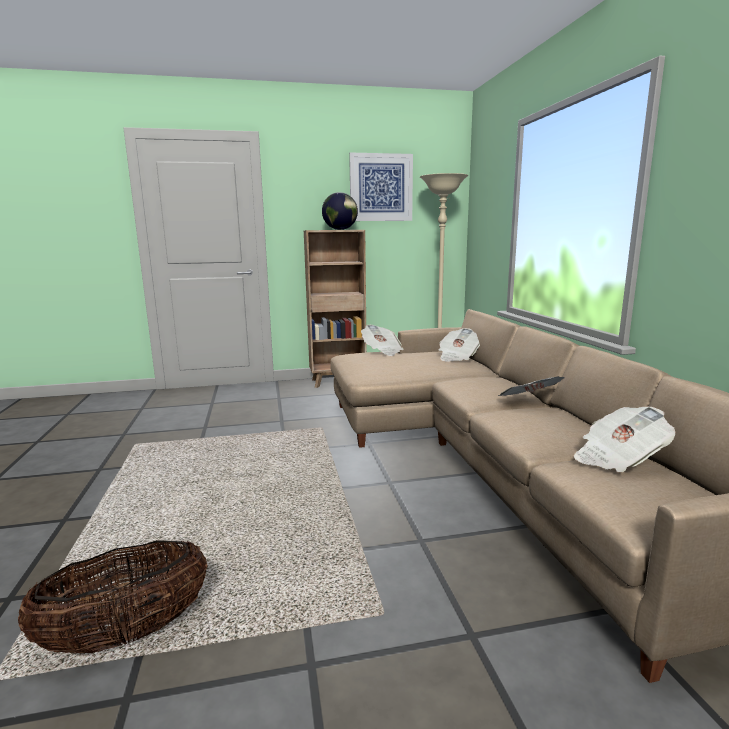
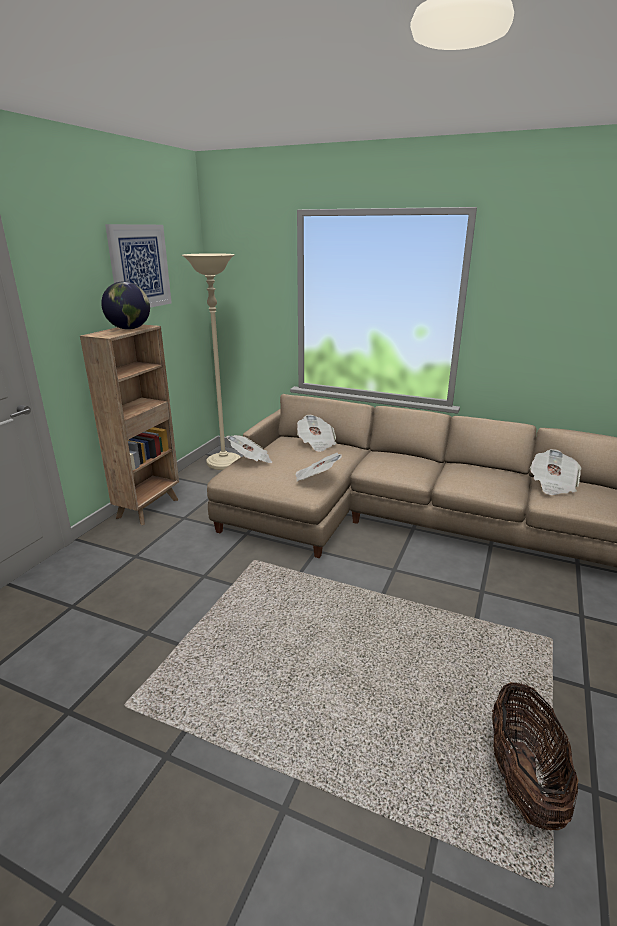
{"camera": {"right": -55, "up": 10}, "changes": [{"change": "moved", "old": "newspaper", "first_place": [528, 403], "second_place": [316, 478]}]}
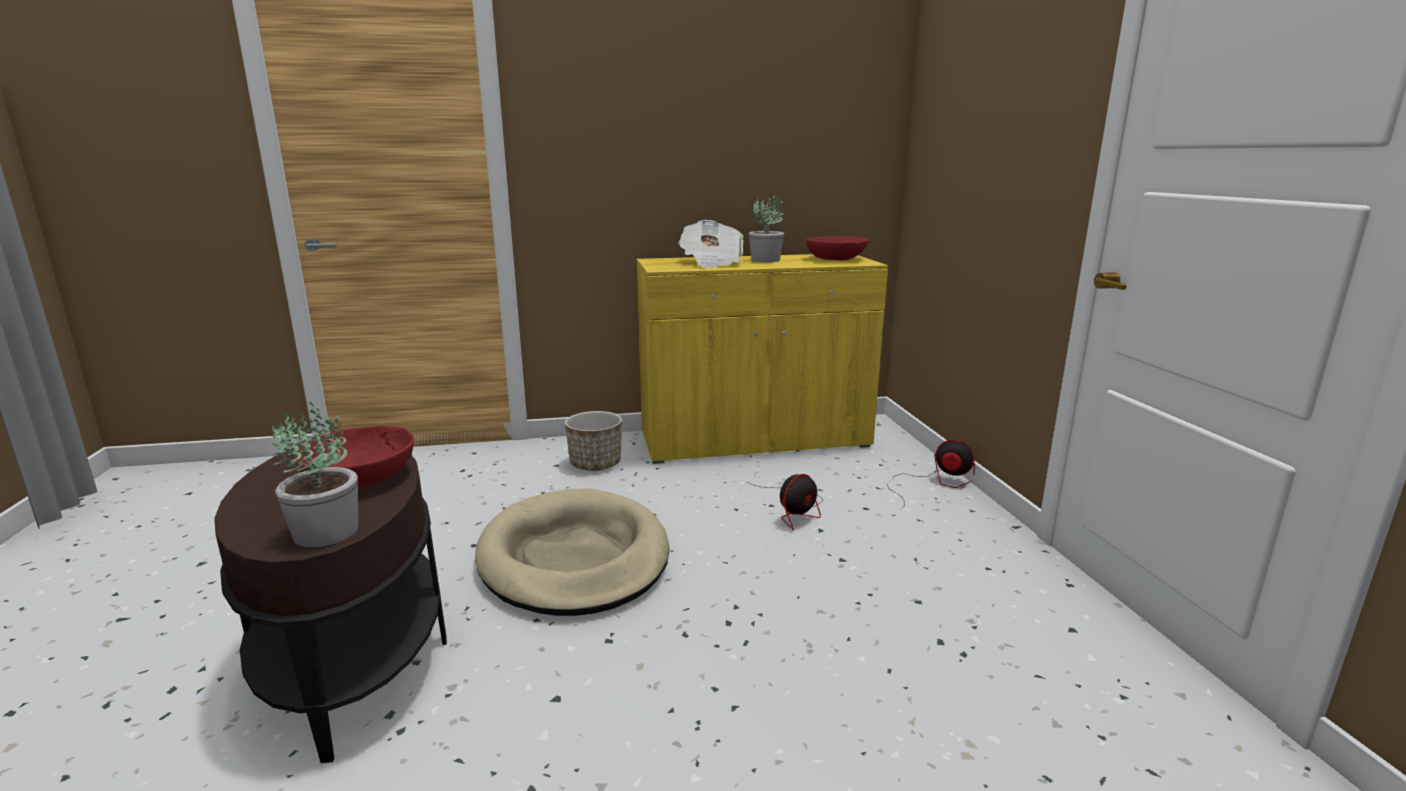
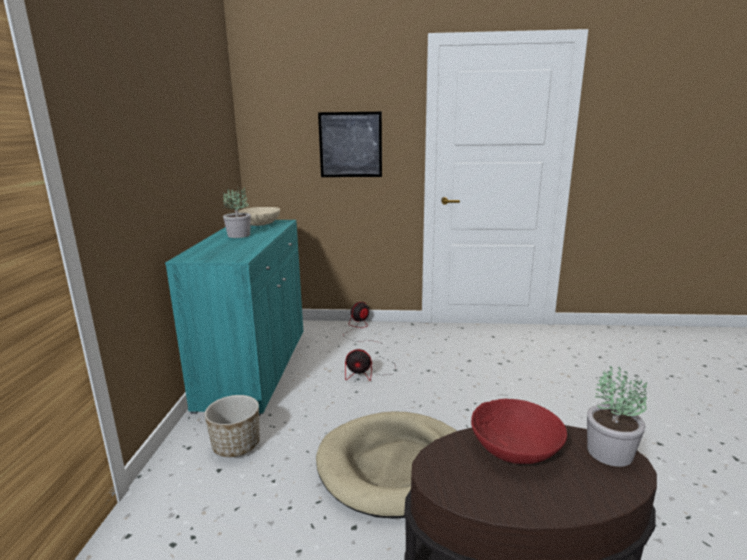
{"camera": {"right": -75, "up": 0}, "changes": [{"change": "recoloured", "old": "cabinet (yellow-coloured)", "new": "cabinet (blue-green)", "first_place": [754, 440], "second_place": [255, 367]}, {"change": "recoloured", "old": "bowl (reddish)", "new": "bowl (beige)", "first_place": [836, 259], "second_place": [259, 224]}, {"change": "added", "new": "picture", "second_place": [350, 145]}, {"change": "turned", "old": "cooling fan", "first_place": [795, 510], "second_place": [368, 372], "degrees": 120}, {"change": "removed", "old": "newspaper", "first_place": [711, 263]}]}
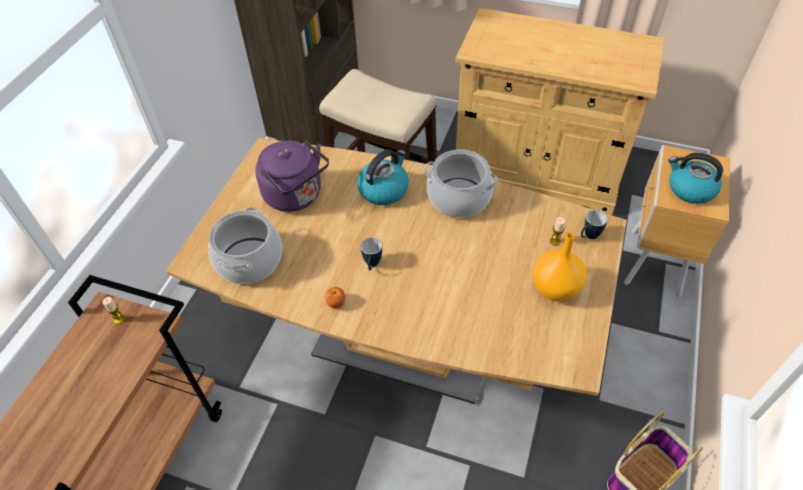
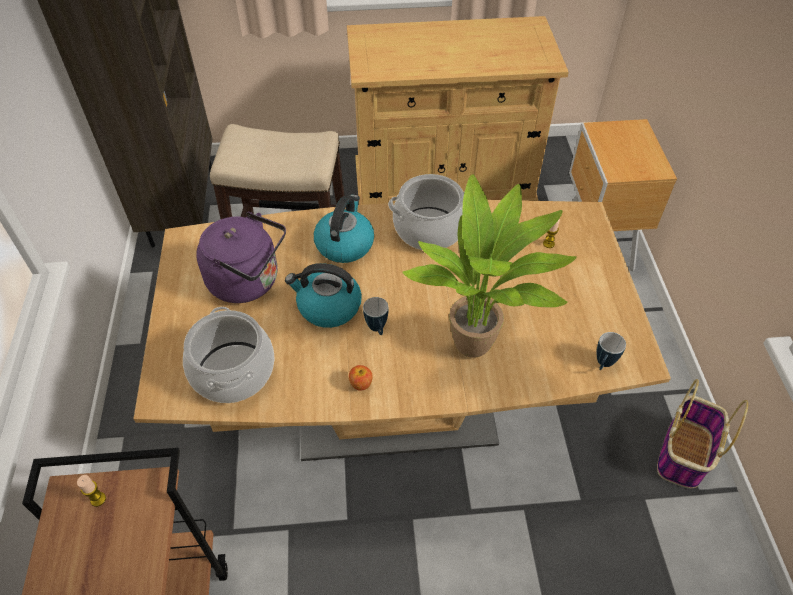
{"camera": {"right": -25, "up": 0}, "changes": [{"change": "moved", "old": "tea kettle", "first_place": [690, 189], "second_place": [328, 307]}, {"change": "added", "new": "plant in a pot", "second_place": [478, 347]}, {"change": "moved", "old": "tea mug", "first_place": [588, 236], "second_place": [603, 365]}, {"change": "removed", "old": "flower vase (orange)", "first_place": [554, 289]}]}
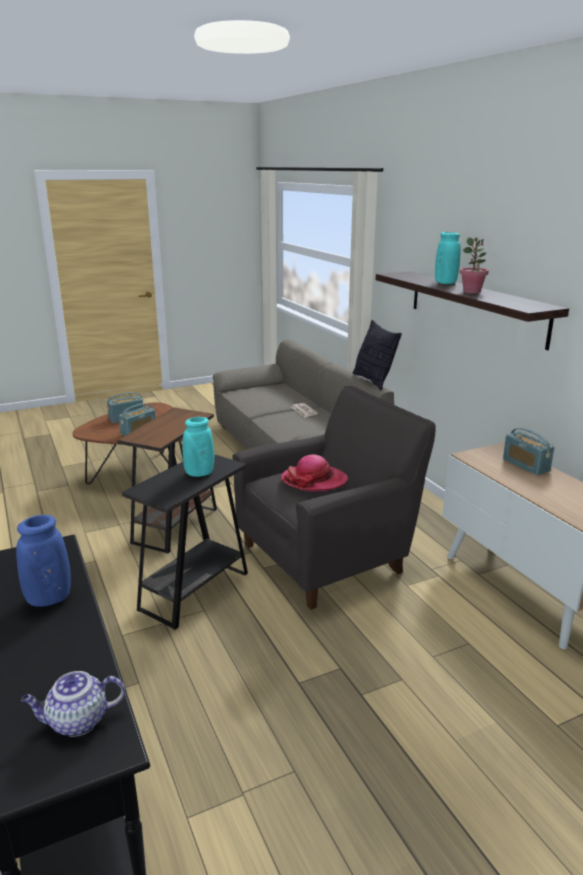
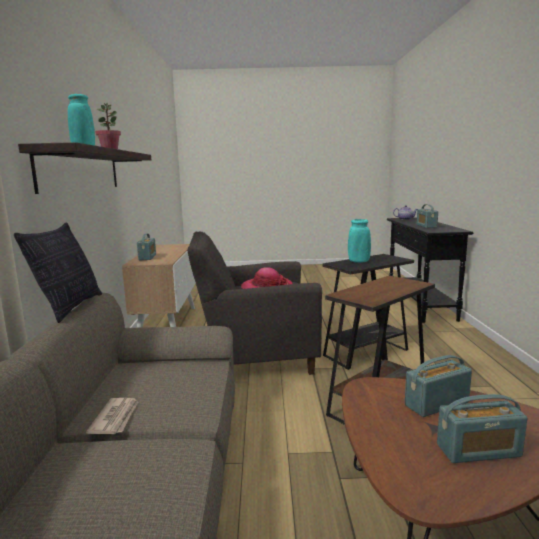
{"camera": {"right": -155, "up": -10}, "changes": [{"change": "replaced", "old": "flower vase (bluish)", "new": "radio", "first_place": [49, 598], "second_place": [426, 226]}]}
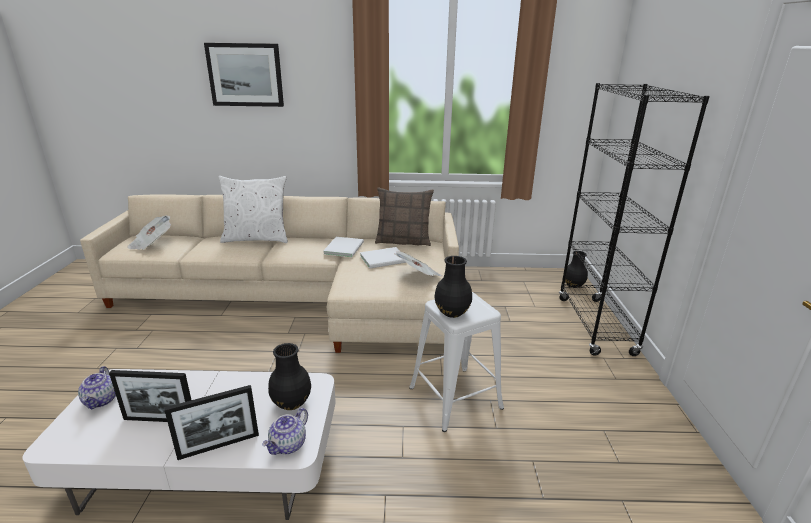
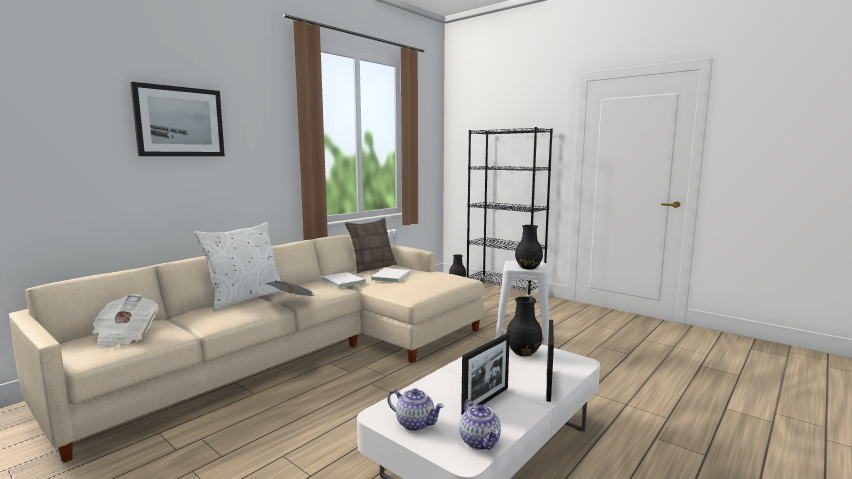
{"camera": {"right": -50, "up": -15}, "changes": [{"change": "moved", "old": "newspaper", "first_place": [418, 276], "second_place": [293, 301]}, {"change": "moved", "old": "pot for tea", "first_place": [288, 445], "second_place": [480, 442]}]}
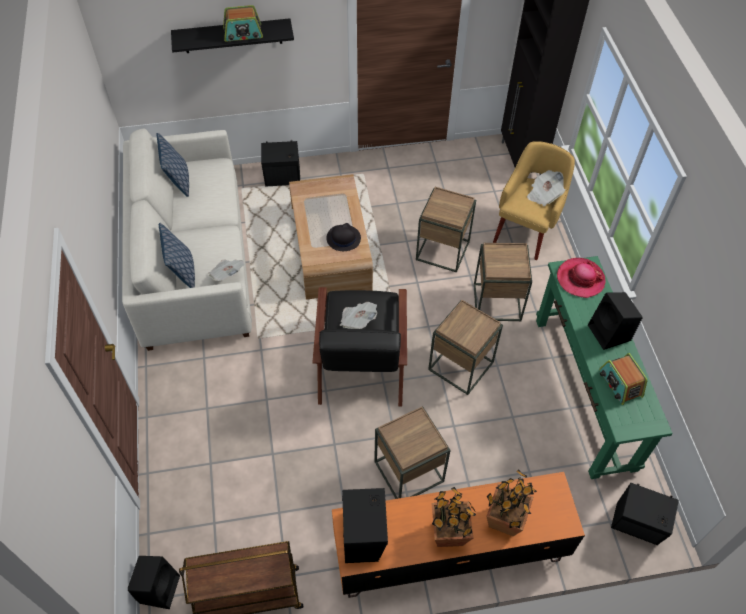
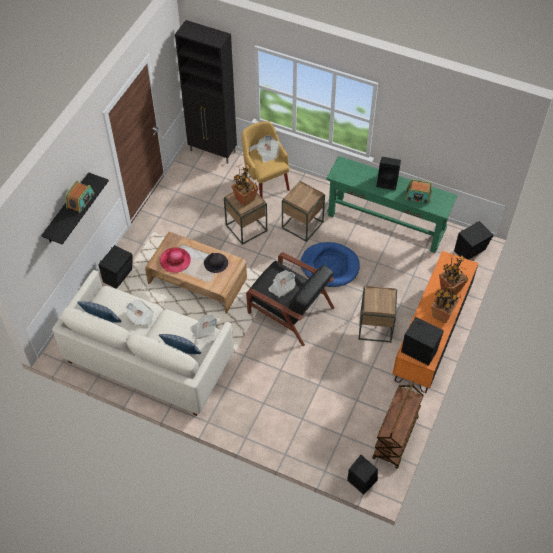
{"camera": {"right": -55, "up": 0}, "changes": [{"change": "added", "new": "newspaper", "second_place": [141, 317]}, {"change": "moved", "old": "wearable hat", "first_place": [580, 279], "second_place": [175, 261]}, {"change": "added", "new": "plant in a pot", "second_place": [245, 199]}, {"change": "replaced", "old": "side table (brown)", "new": "dog cushion (bluish)", "first_place": [461, 365], "second_place": [330, 266]}]}
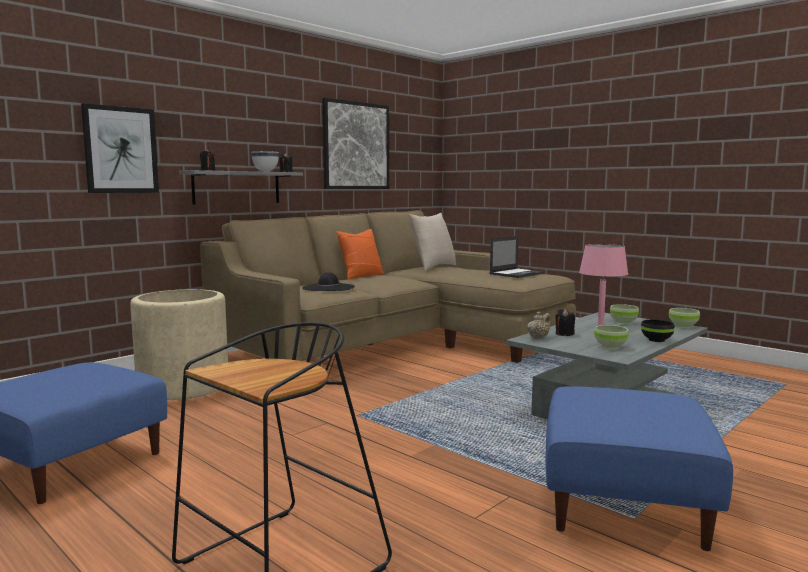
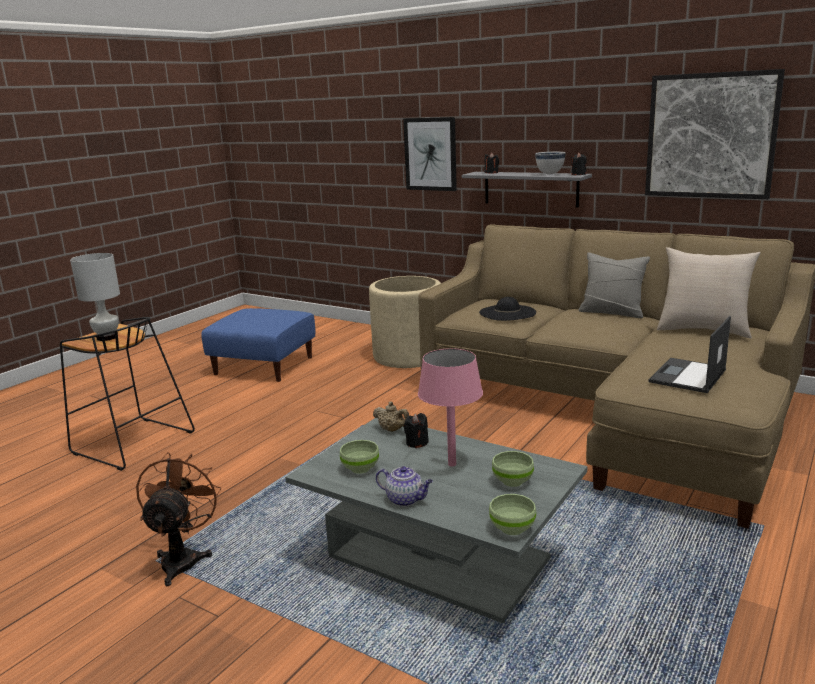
{"camera": {"right": 80, "up": 10}, "changes": [{"change": "added", "new": "lamp for a table (white)", "second_place": [106, 337]}, {"change": "replaced", "old": "footrest (bluish)", "new": "cooling fan (brown)", "first_place": [626, 503], "second_place": [183, 558]}, {"change": "replaced", "old": "bowl (blackish)", "new": "pot for tea", "first_place": [656, 340], "second_place": [405, 499]}, {"change": "recoloured", "old": "pillow (orange)", "new": "pillow (greyish)", "first_place": [361, 276], "second_place": [612, 312]}, {"change": "turned", "old": "laptop", "first_place": [517, 273], "second_place": [687, 376], "degrees": 90}]}
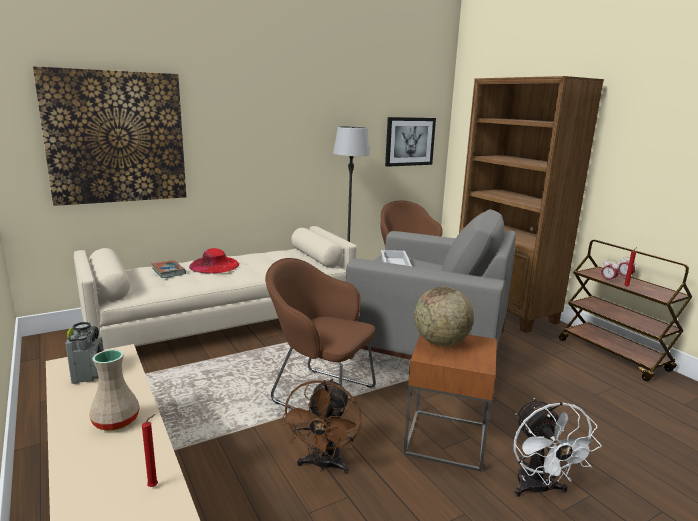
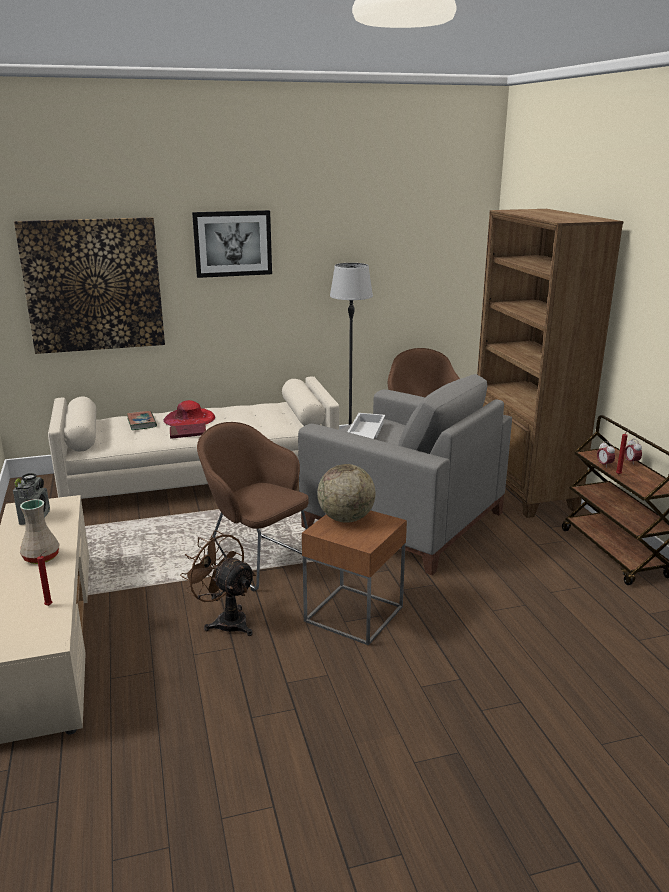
{"camera": {"right": 15, "up": 5}, "changes": [{"change": "added", "new": "book (reddish)", "second_place": [188, 433]}, {"change": "turned", "old": "cooling fan (brown)", "first_place": [323, 465], "second_place": [225, 621], "degrees": 105}, {"change": "moved", "old": "picture", "first_place": [409, 141], "second_place": [232, 243]}, {"change": "removed", "old": "cooling fan (white)", "first_place": [538, 489]}]}
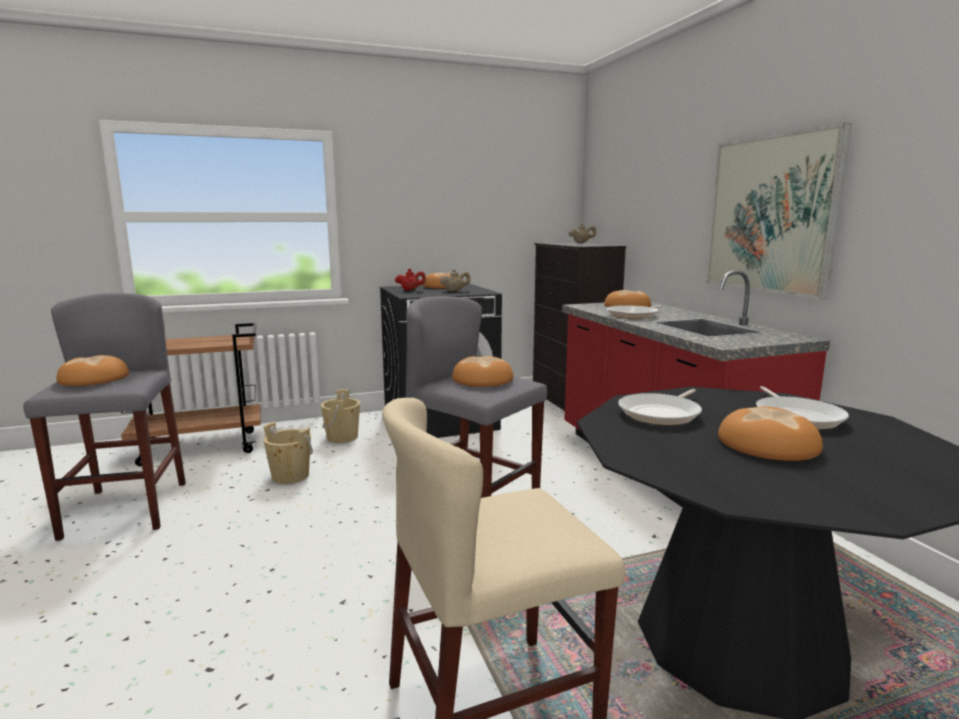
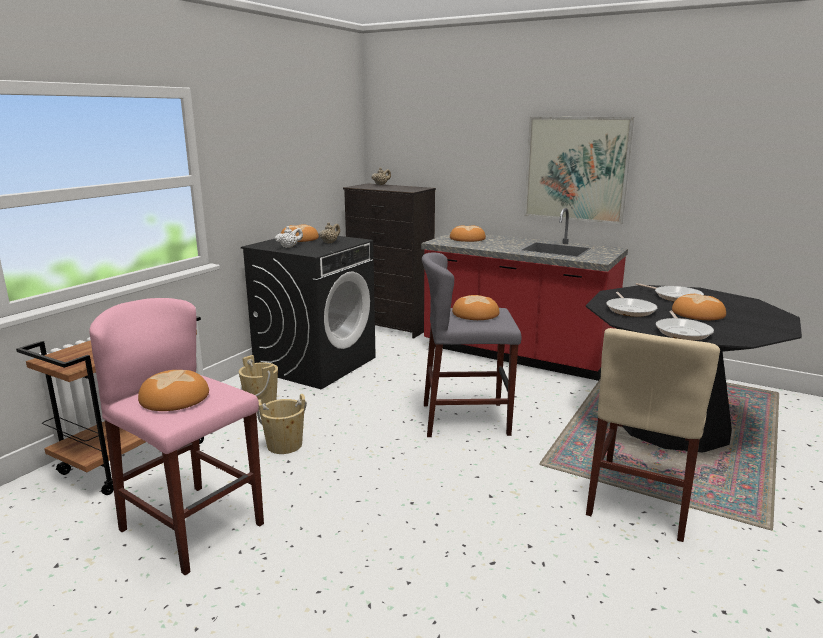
{"camera": {"right": -40, "up": 5}, "changes": [{"change": "recoloured", "old": "stool seat (greyish)", "new": "stool seat (pink-coloured)", "first_place": [126, 509], "second_place": [192, 527]}, {"change": "recoloured", "old": "pot for tea (reddish)", "new": "pot for tea (white)", "first_place": [410, 290], "second_place": [289, 247]}, {"change": "moved", "old": "pan", "first_place": [634, 315], "second_place": [682, 332]}]}
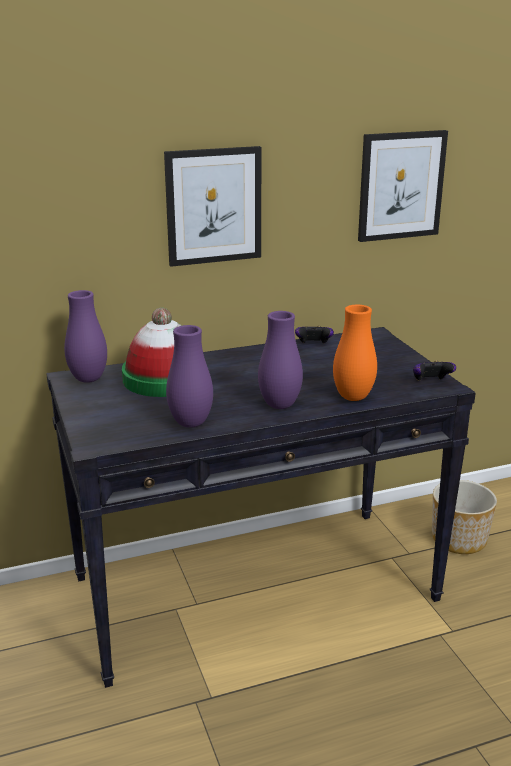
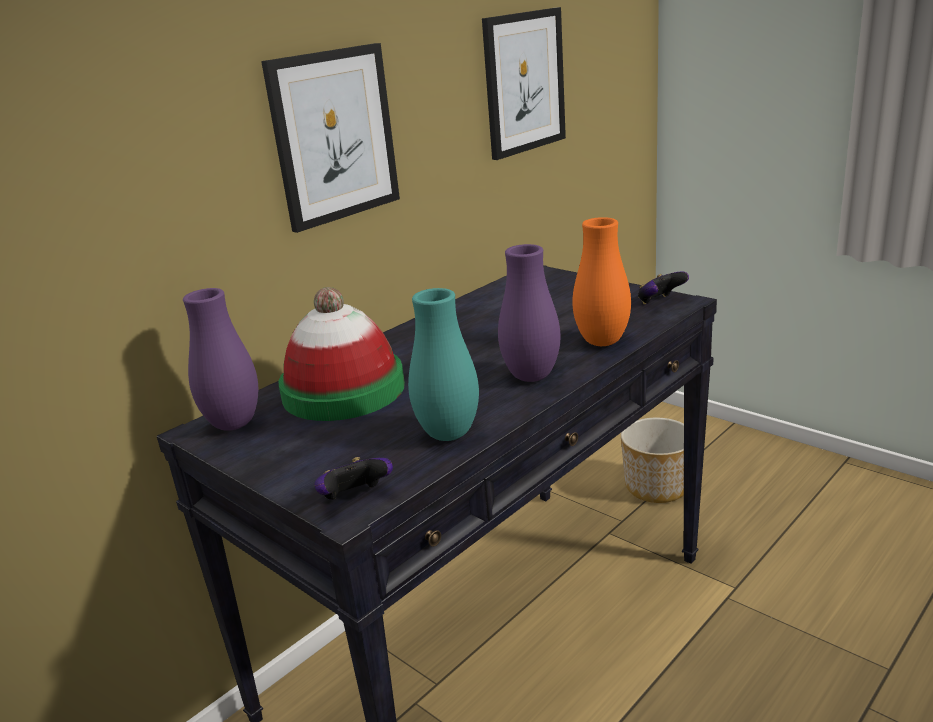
{"camera": {"right": -25, "up": 0}, "changes": [{"change": "moved", "old": "joypad", "first_place": [313, 345], "second_place": [355, 498]}, {"change": "recoloured", "old": "flower vase (purple)", "new": "flower vase (blue-green)", "first_place": [191, 423], "second_place": [448, 434]}]}
